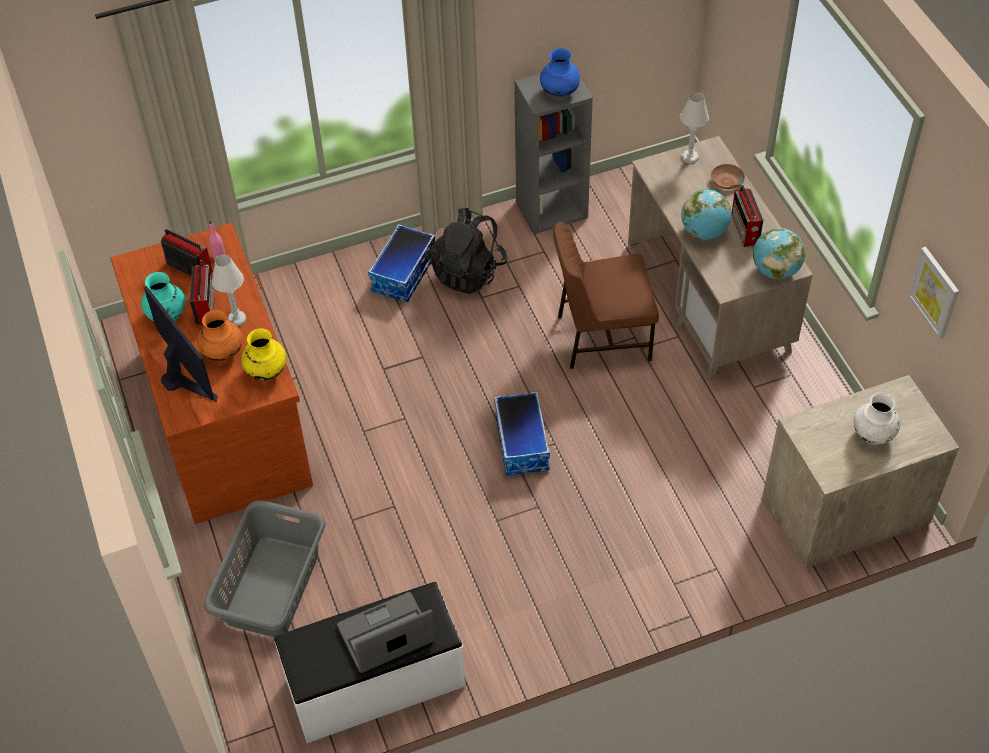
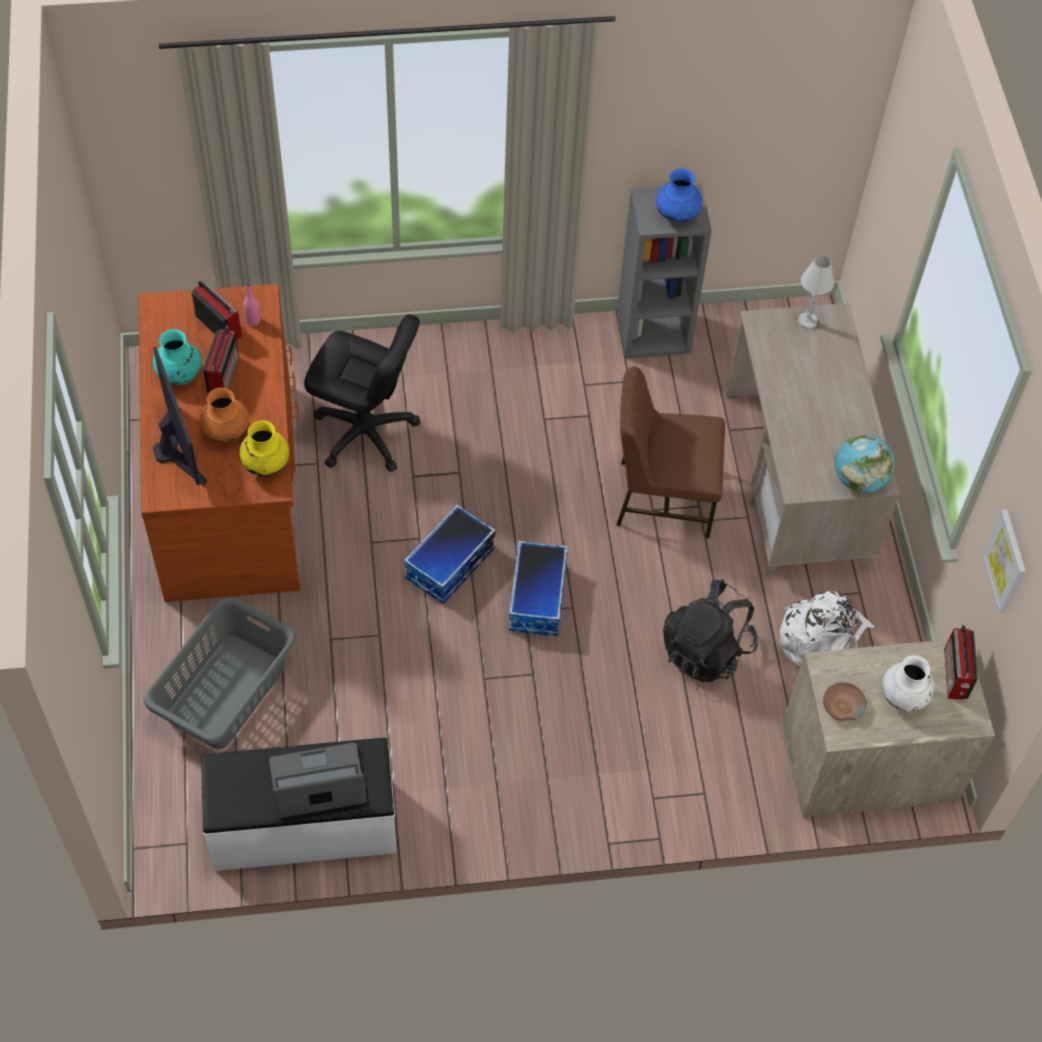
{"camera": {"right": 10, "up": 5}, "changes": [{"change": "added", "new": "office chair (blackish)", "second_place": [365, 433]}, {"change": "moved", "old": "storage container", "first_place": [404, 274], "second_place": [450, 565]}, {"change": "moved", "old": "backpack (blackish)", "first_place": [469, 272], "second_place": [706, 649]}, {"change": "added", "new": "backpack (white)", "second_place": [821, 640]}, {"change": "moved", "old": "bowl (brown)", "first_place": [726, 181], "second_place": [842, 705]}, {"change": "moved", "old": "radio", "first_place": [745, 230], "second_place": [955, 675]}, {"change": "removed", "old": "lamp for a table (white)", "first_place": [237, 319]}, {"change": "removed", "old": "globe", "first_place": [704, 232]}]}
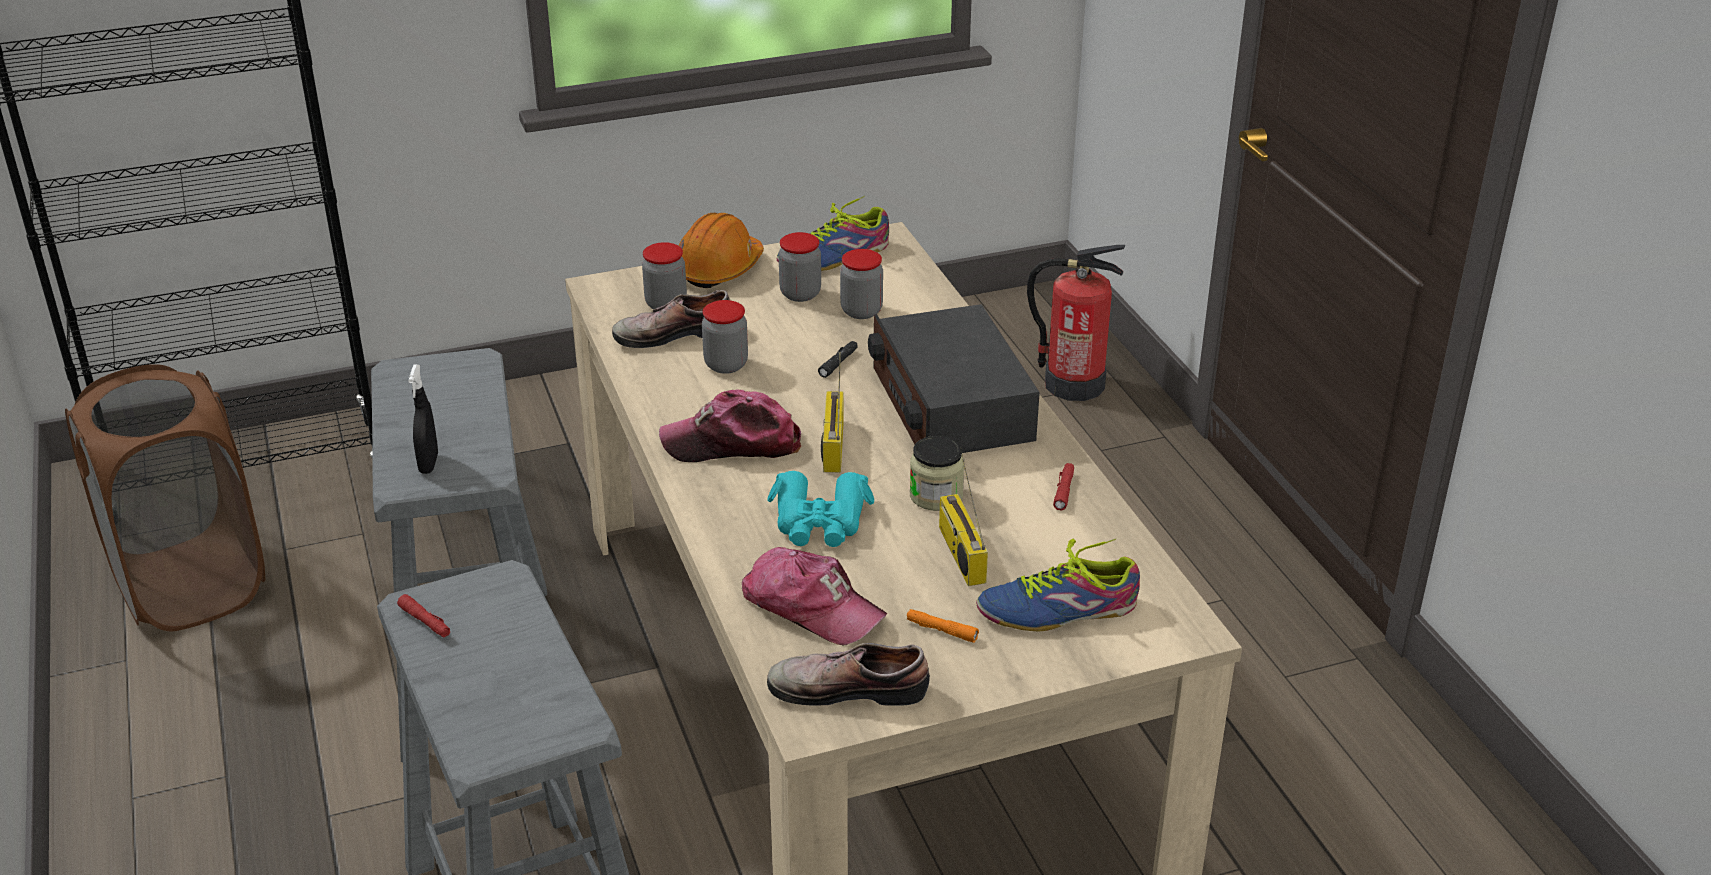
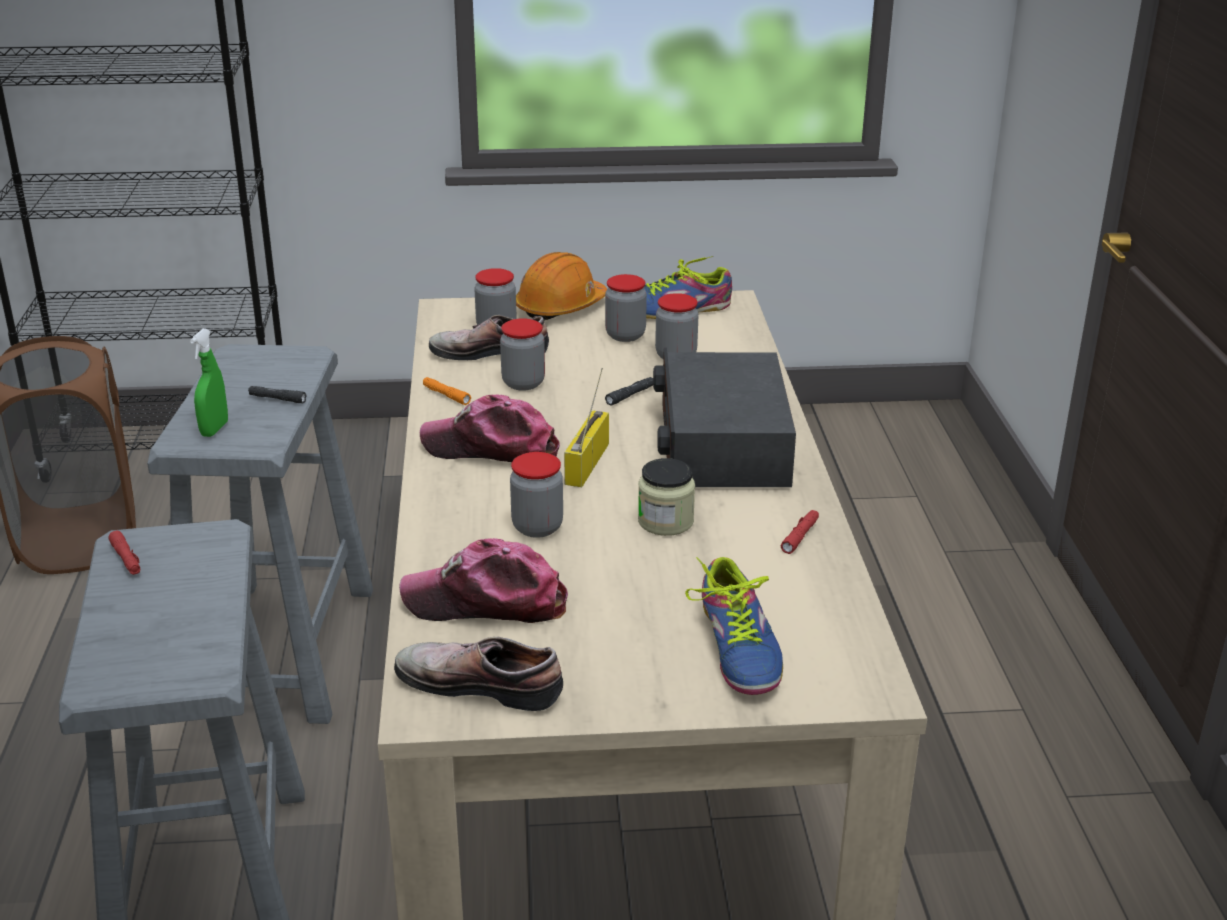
{"camera": {"right": 15, "up": -5}, "changes": [{"change": "recoloured", "old": "hand sprayer (blackish)", "new": "hand sprayer (green)", "first_place": [429, 463], "second_place": [214, 429]}, {"change": "added", "new": "torch (blackish)", "second_place": [277, 399]}, {"change": "turned", "old": "peaked cap", "first_place": [811, 607], "second_place": [486, 602], "degrees": 135}, {"change": "moved", "old": "torch (orange)", "first_place": [941, 631], "second_place": [446, 396]}, {"change": "replaced", "old": "pair of binoculars (blue-green)", "new": "preserve jar", "first_place": [820, 521], "second_place": [537, 527]}, {"change": "turned", "old": "shoe", "first_place": [1058, 611], "second_place": [739, 647], "degrees": -105}, {"change": "removed", "old": "radio", "first_place": [959, 553]}, {"change": "removed", "old": "fire extinguisher", "first_place": [1073, 384]}]}
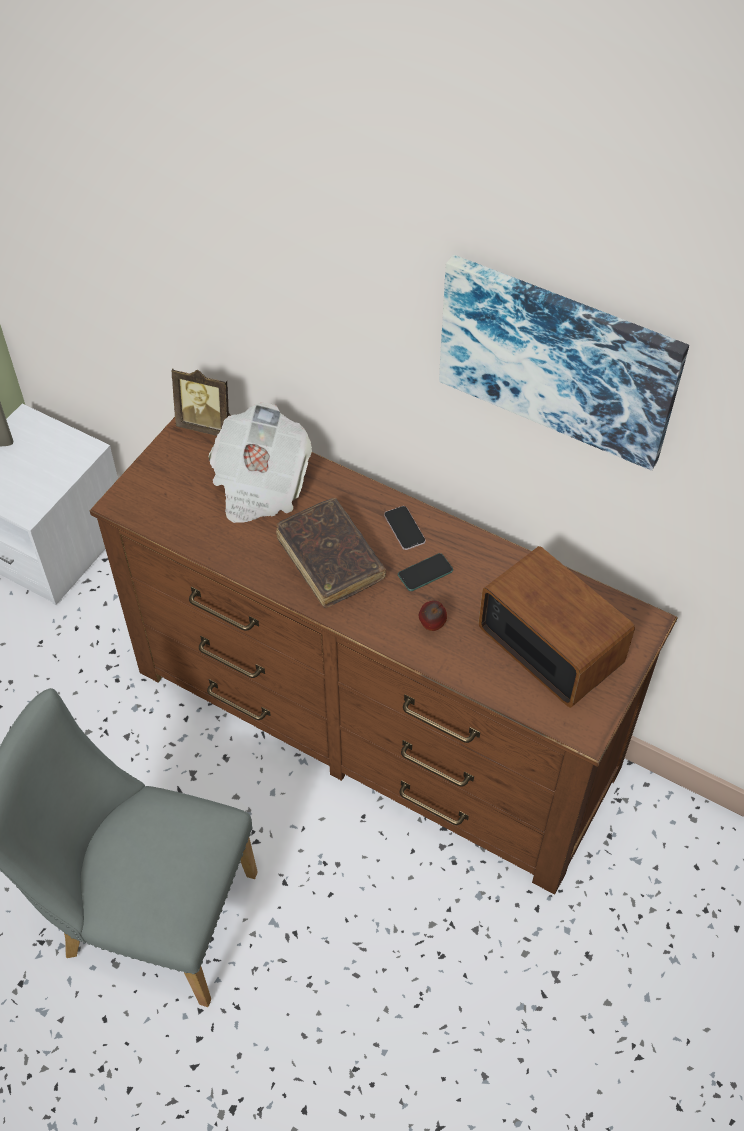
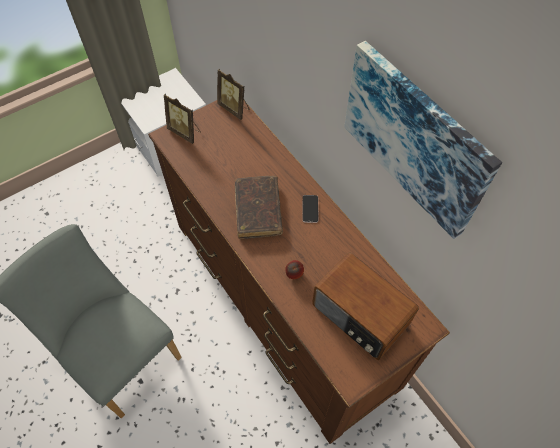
{"camera": {"right": 25, "up": 5}, "changes": [{"change": "added", "new": "photo frame", "second_place": [185, 132]}, {"change": "turned", "old": "radio", "first_place": [551, 643], "second_place": [359, 316], "degrees": 150}, {"change": "removed", "old": "newspaper", "first_place": [259, 484]}, {"change": "removed", "old": "telephone", "first_place": [425, 573]}]}
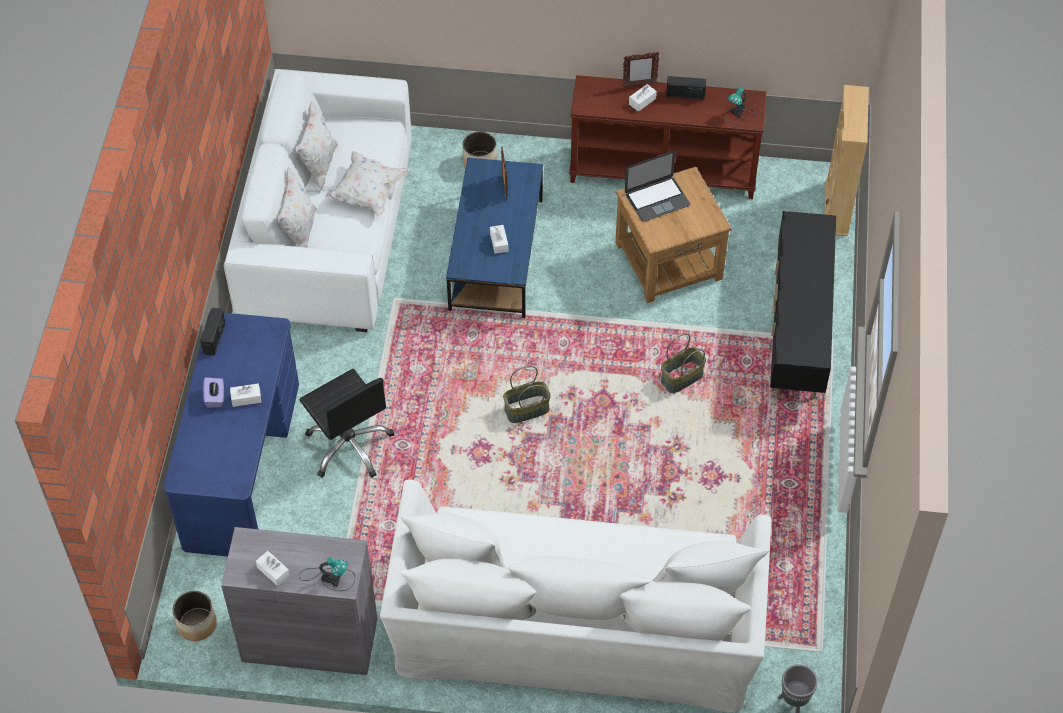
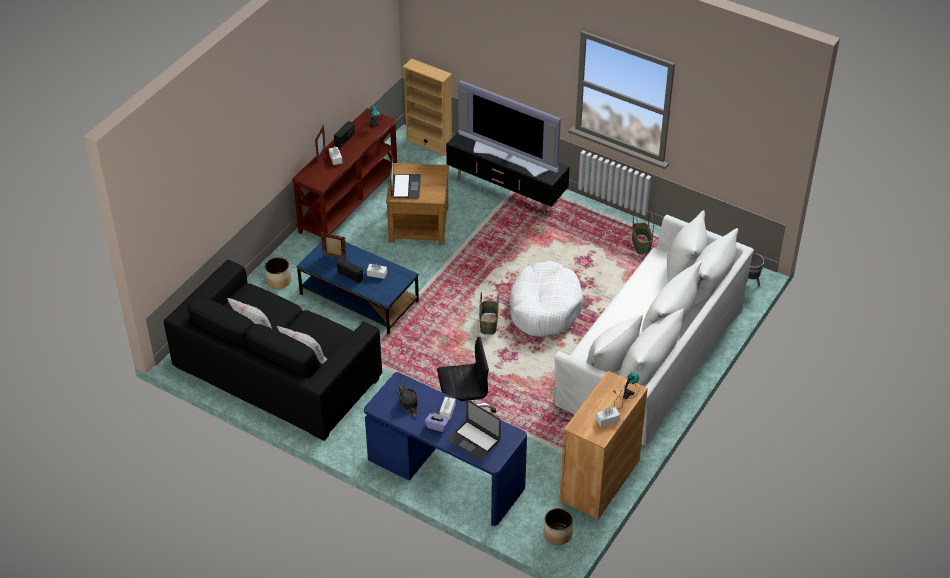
{"camera": {"right": -65, "up": -10}, "changes": [{"change": "recoloured", "old": "settee (white)", "new": "settee (blackish)", "first_place": [327, 228], "second_place": [277, 372]}, {"change": "moved", "old": "radio", "first_place": [214, 338], "second_place": [350, 275]}, {"change": "added", "new": "wearable hat (blackish)", "second_place": [408, 403]}, {"change": "added", "new": "laptop", "second_place": [473, 440]}, {"change": "added", "new": "television", "second_place": [511, 157]}, {"change": "added", "new": "dog cushion (white)", "second_place": [544, 307]}, {"change": "recoloured", "old": "cabinet (greyish)", "new": "cabinet (brown)", "first_place": [310, 640], "second_place": [599, 480]}, {"change": "moved", "old": "basket", "first_place": [682, 378], "second_place": [641, 245]}, {"change": "removed", "old": "pillow (white)", "first_place": [368, 193]}]}
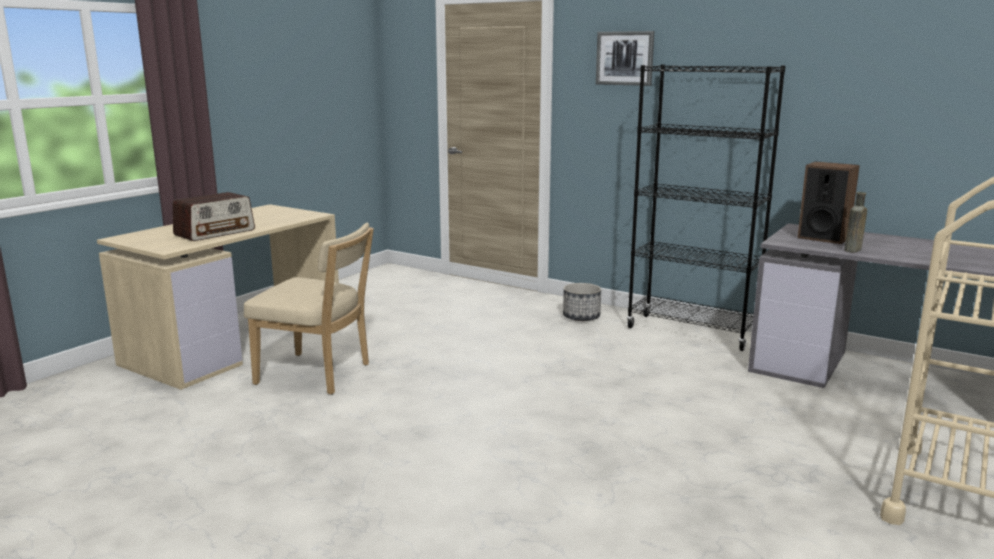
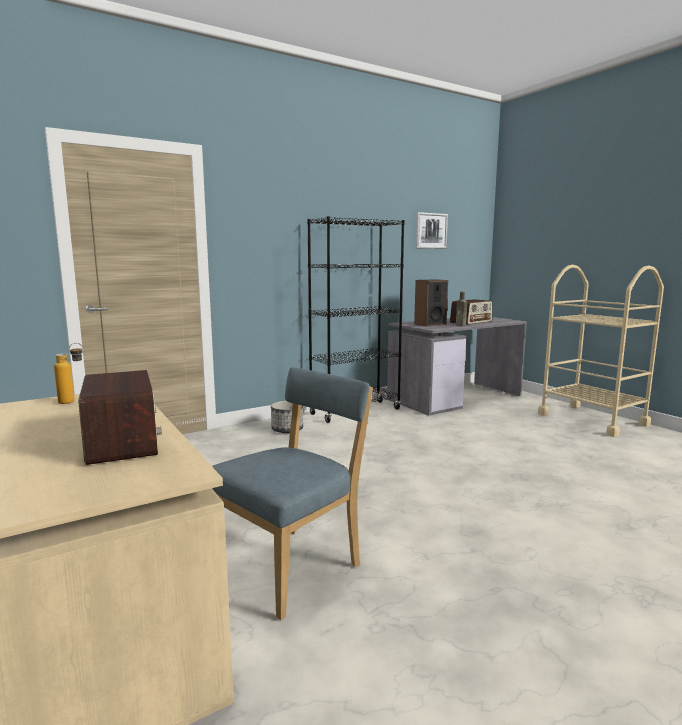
{"camera": {"right": -65, "up": -5}, "changes": [{"change": "added", "new": "beverage bottle", "second_place": [73, 401]}, {"change": "recoloured", "old": "chair (beige)", "new": "chair (bluish)", "first_place": [318, 375], "second_place": [293, 566]}, {"change": "moved", "old": "picture", "first_place": [625, 58], "second_place": [431, 231]}, {"change": "added", "new": "radio", "second_place": [471, 322]}]}
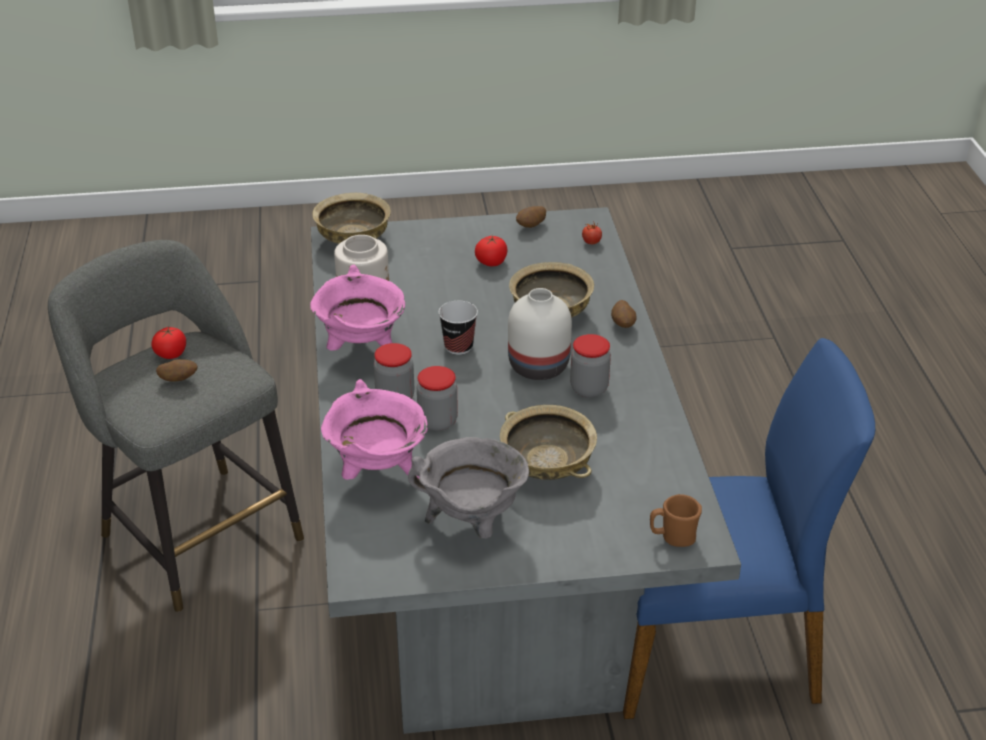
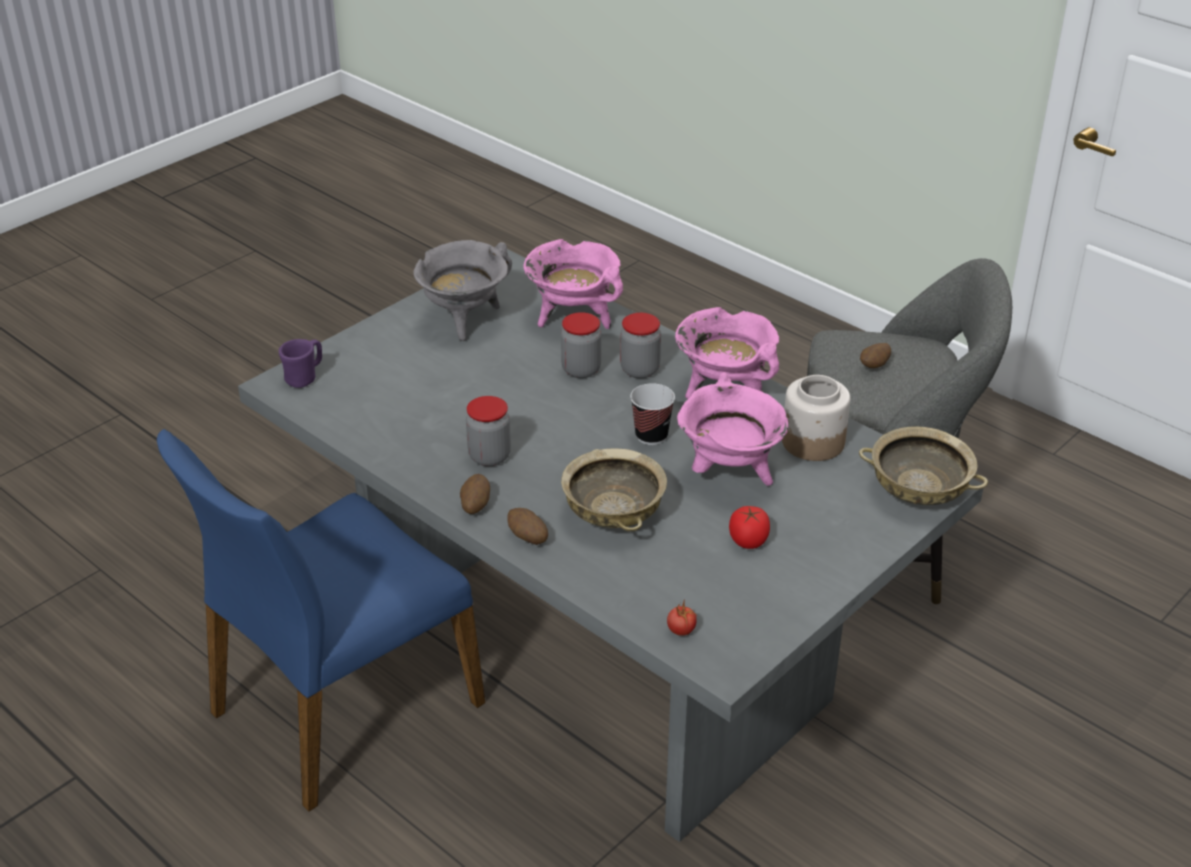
{"camera": {"right": 140, "up": 0}, "changes": [{"change": "recoloured", "old": "tea mug (brown)", "new": "tea mug (purple)", "first_place": [673, 537], "second_place": [304, 377]}, {"change": "moved", "old": "potato", "first_place": [531, 226], "second_place": [475, 505]}, {"change": "added", "new": "stockpot (pink-coloured)", "second_place": [730, 473]}, {"change": "removed", "old": "whole tomato", "first_place": [171, 354]}, {"change": "removed", "old": "bowl (beige)", "first_place": [548, 466]}, {"change": "removed", "old": "flower vase (white)", "first_place": [538, 367]}]}
